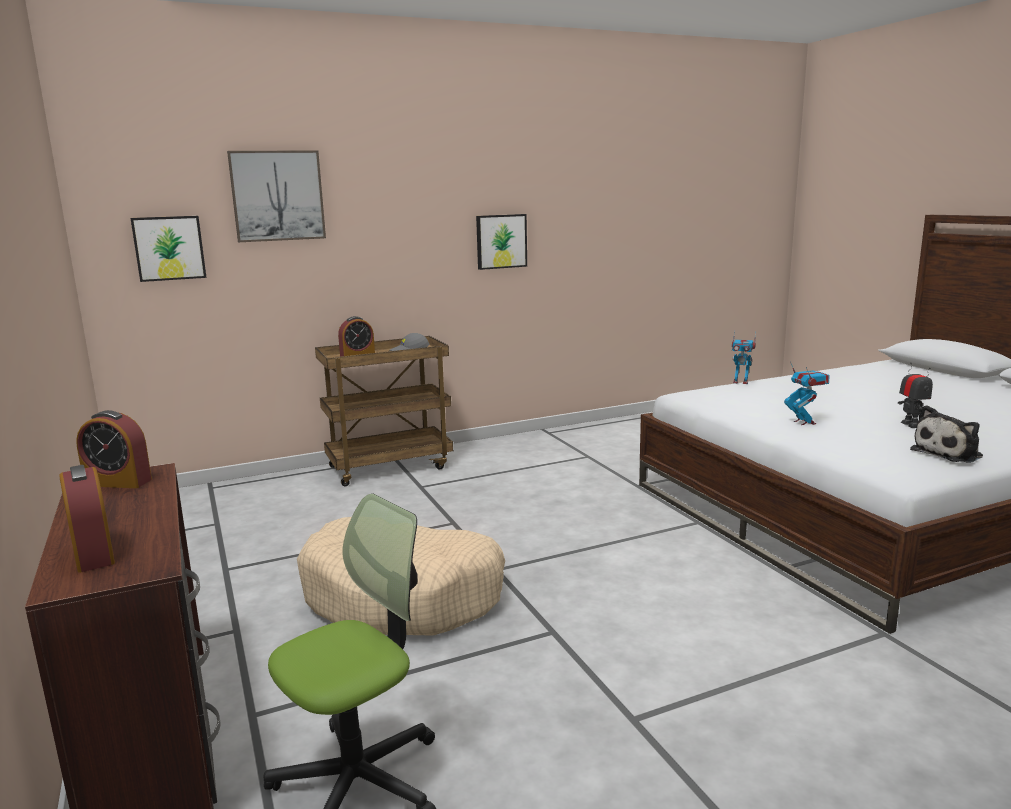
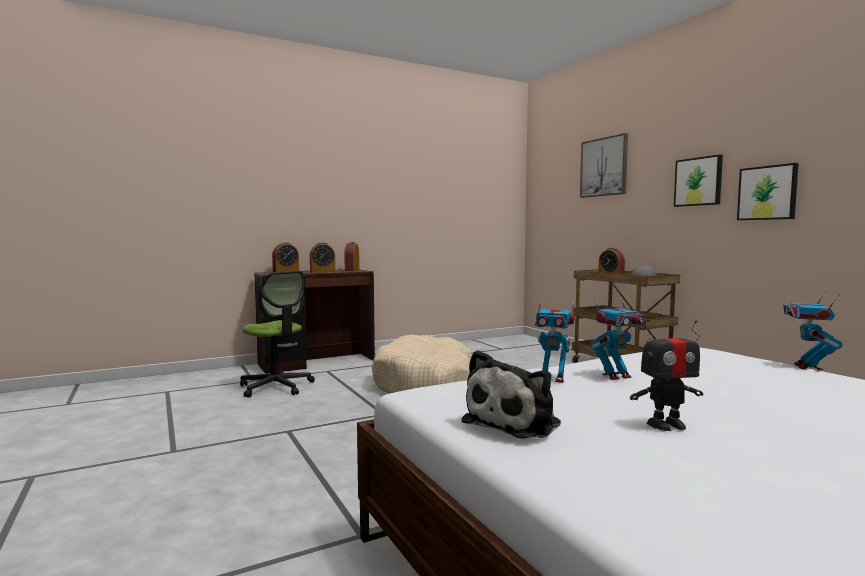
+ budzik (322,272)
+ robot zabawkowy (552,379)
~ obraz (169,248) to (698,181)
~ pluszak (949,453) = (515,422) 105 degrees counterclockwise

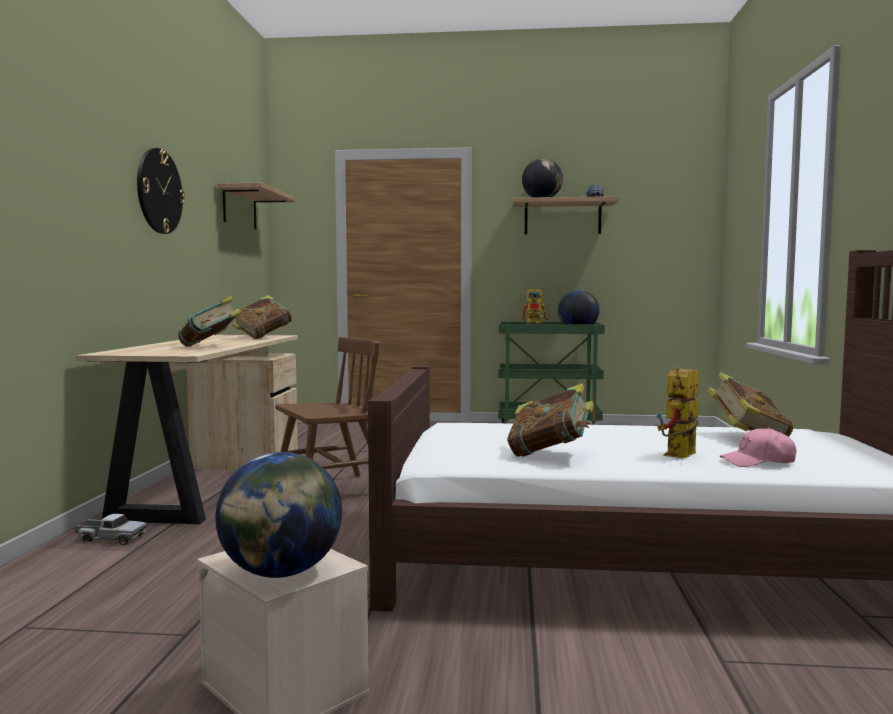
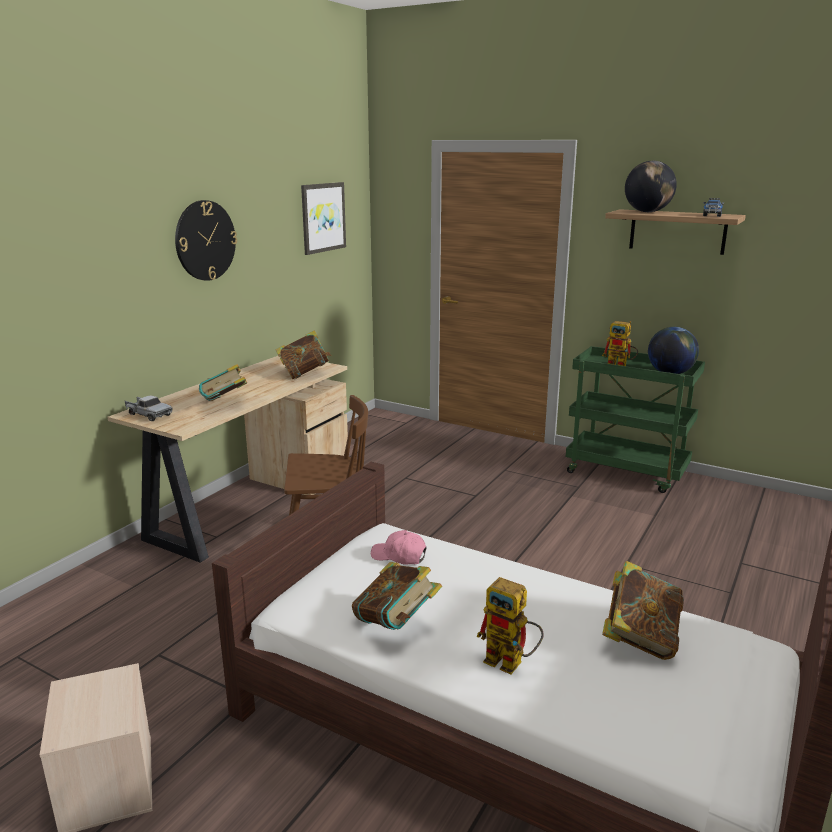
- globus (281,573)
~ ciężarówka zabawkowa (111,539) to (148,414)
~ czapka z daszkiem (różowy) (758,462) to (399,556)
~ półka (239,208) to obraz (322,217)
~ robot zabawkowy (680,456) = (511,663) 120 degrees counterclockwise

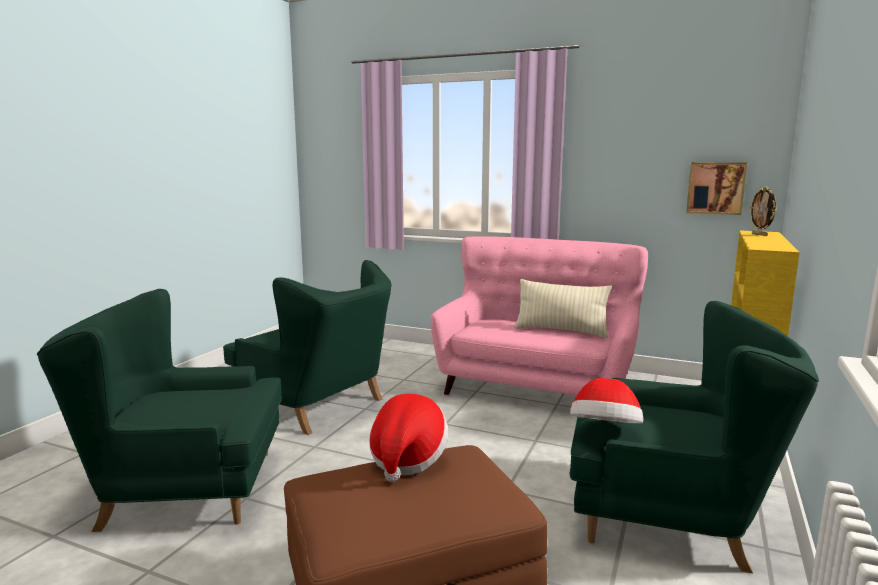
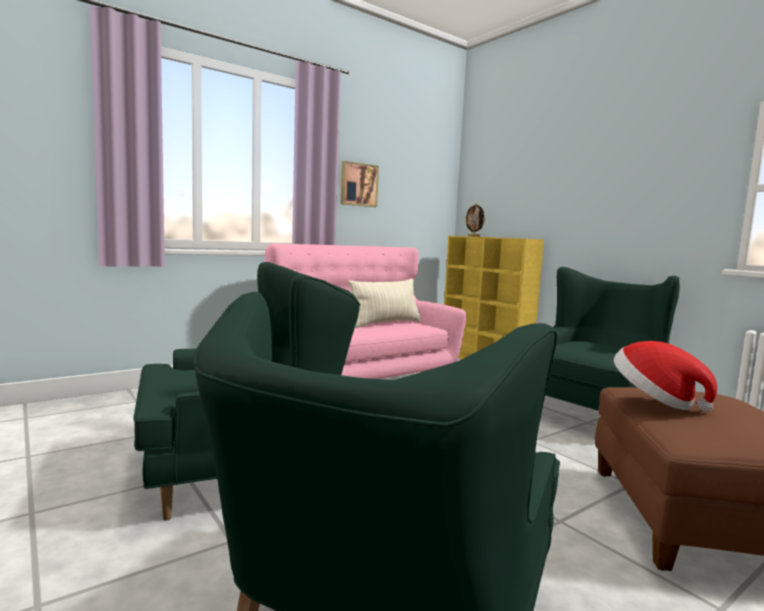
- kapelusz (605,432)
~ obraz (715,188) to (358,184)

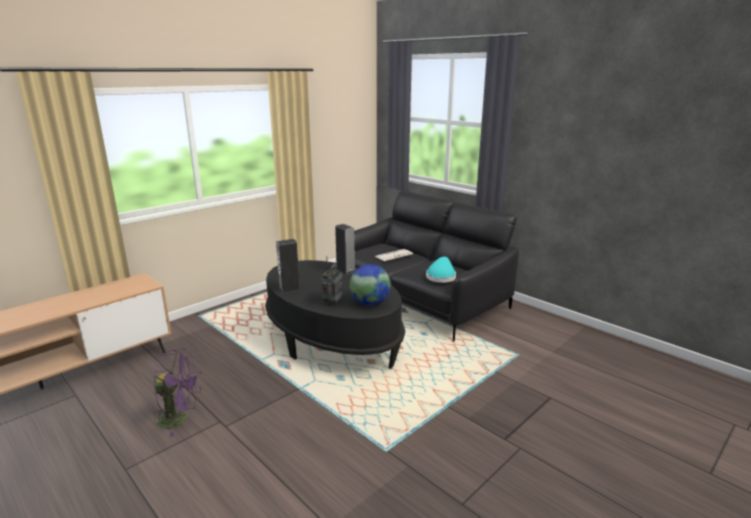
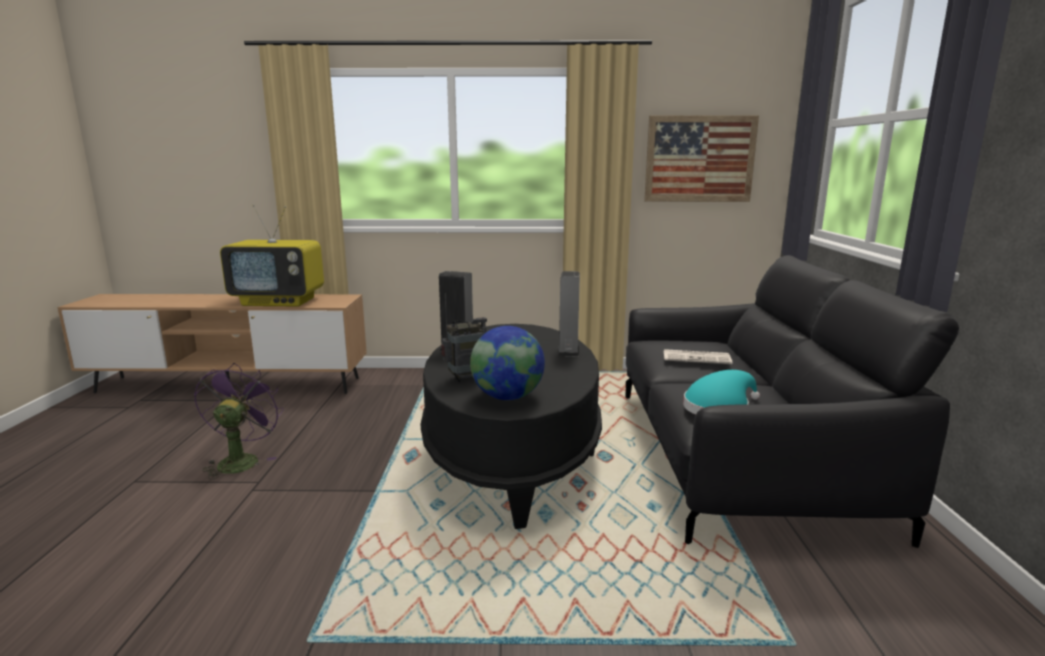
+ telewizor (279,301)
+ obraz (699,159)
~ wentylator (fioletowy) (179,419) = (241,460) 135 degrees counterclockwise

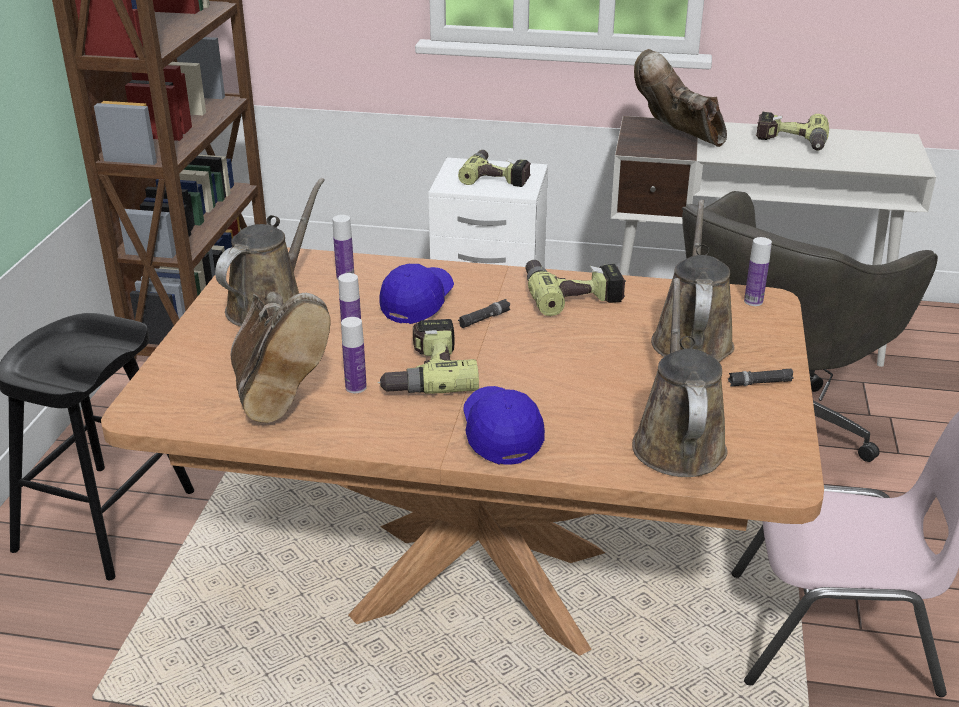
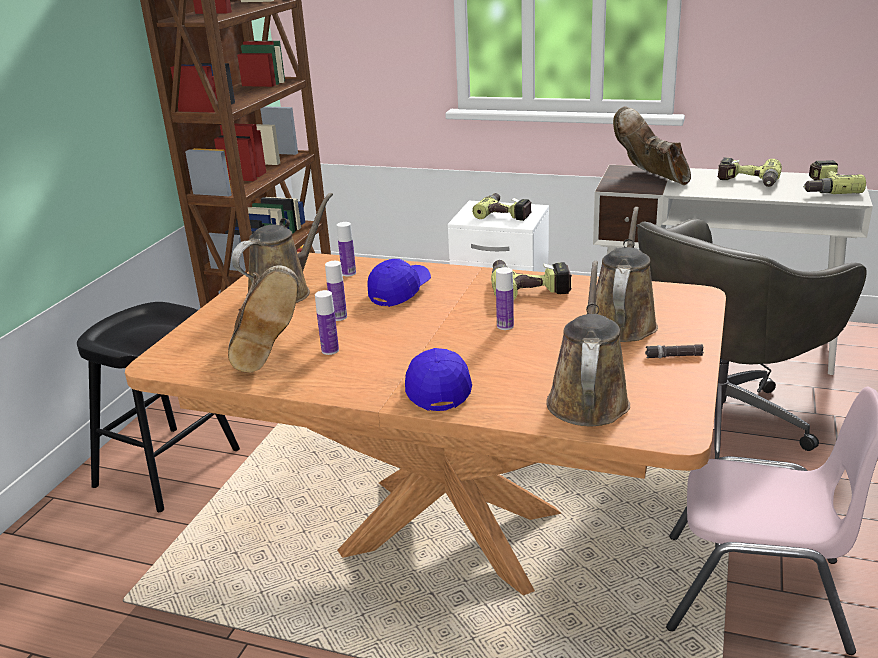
- latarka (czarny) (484,319)
~ wiertarka (425,372) to (823,187)
~ butelka (753,301) to (505,326)

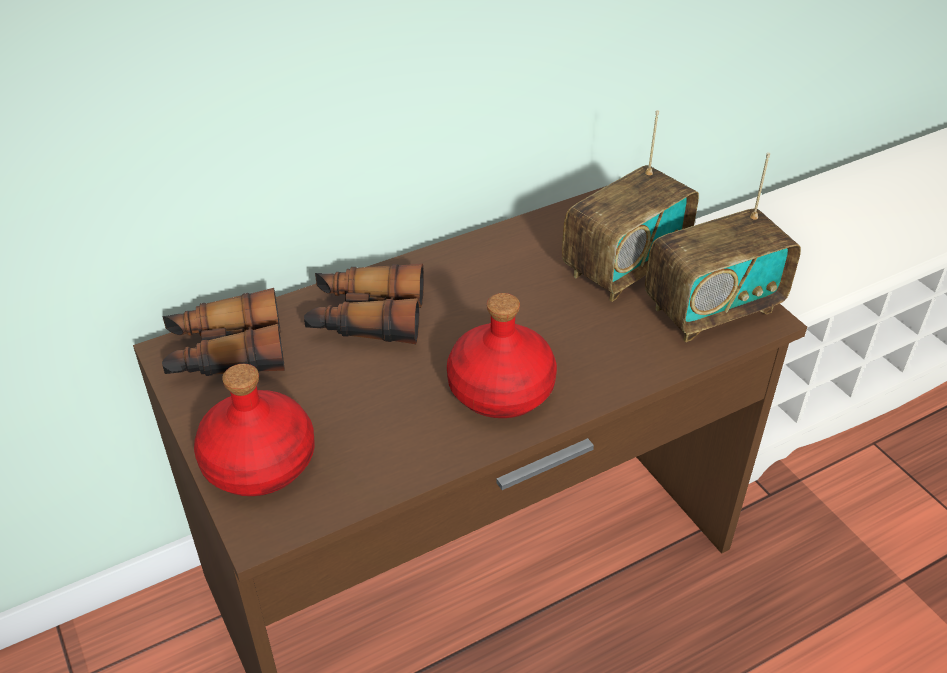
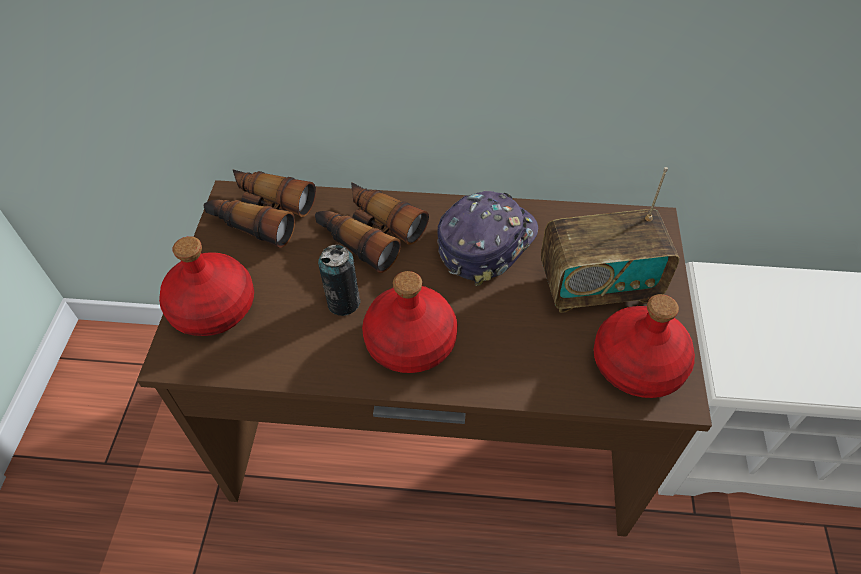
+ puszka (343,302)
+ czapka z daszkiem (486,242)
~ radio (712,309) to butelka (czerwony) (638,363)

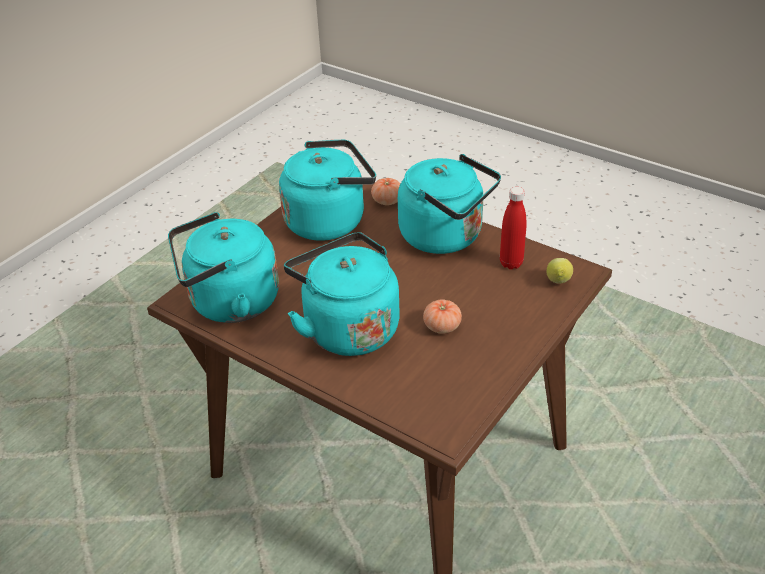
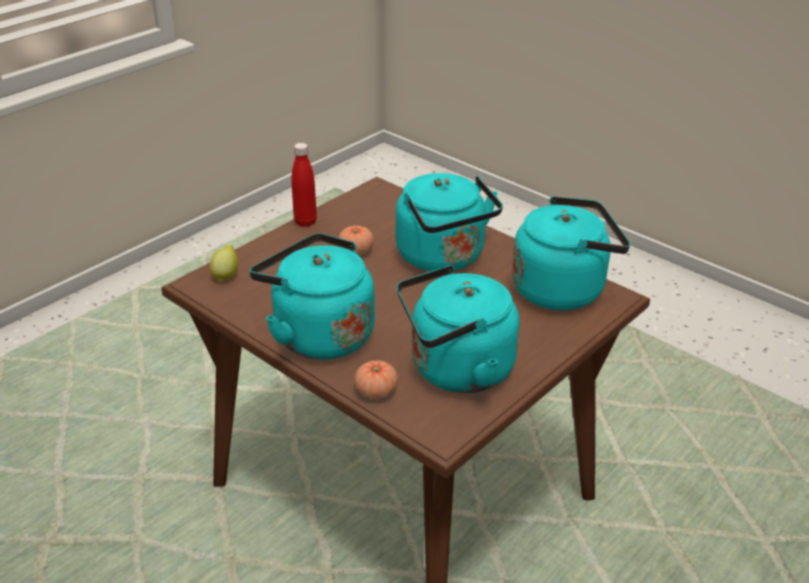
~ butelka (czerwony) (511,263) to (305,222)

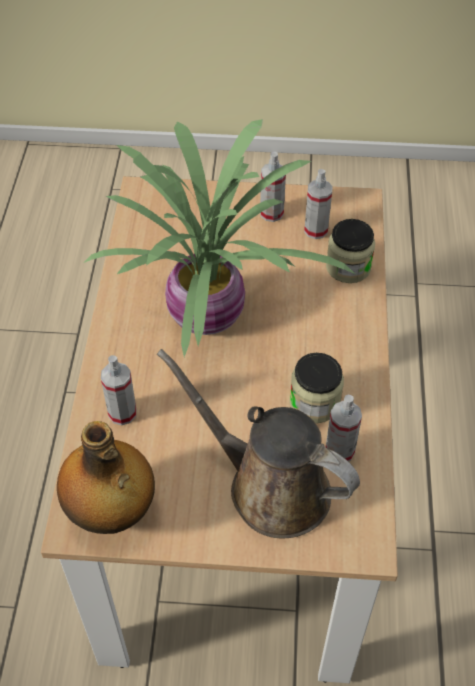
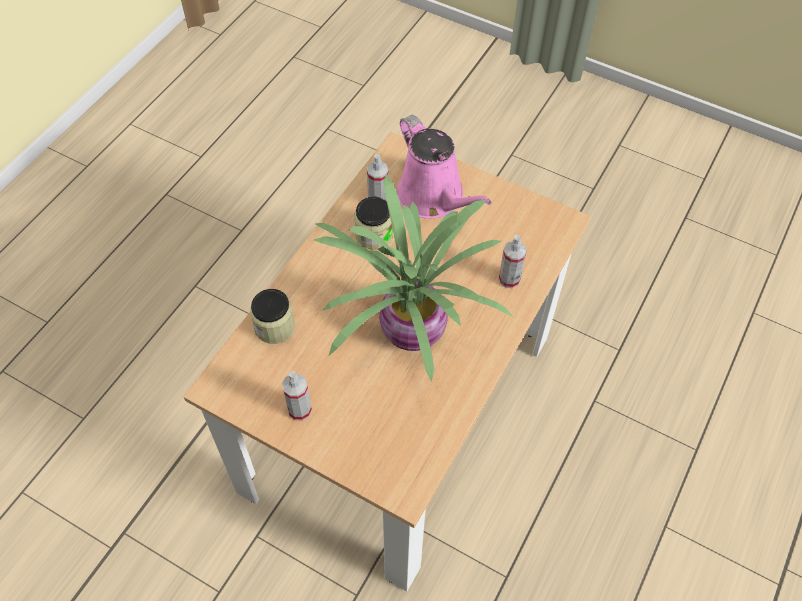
- butelka (111,512)
- spryskiwacz (316,230)
~ konewka (brązowy) (270,486) to konewka (różowy) (434,198)

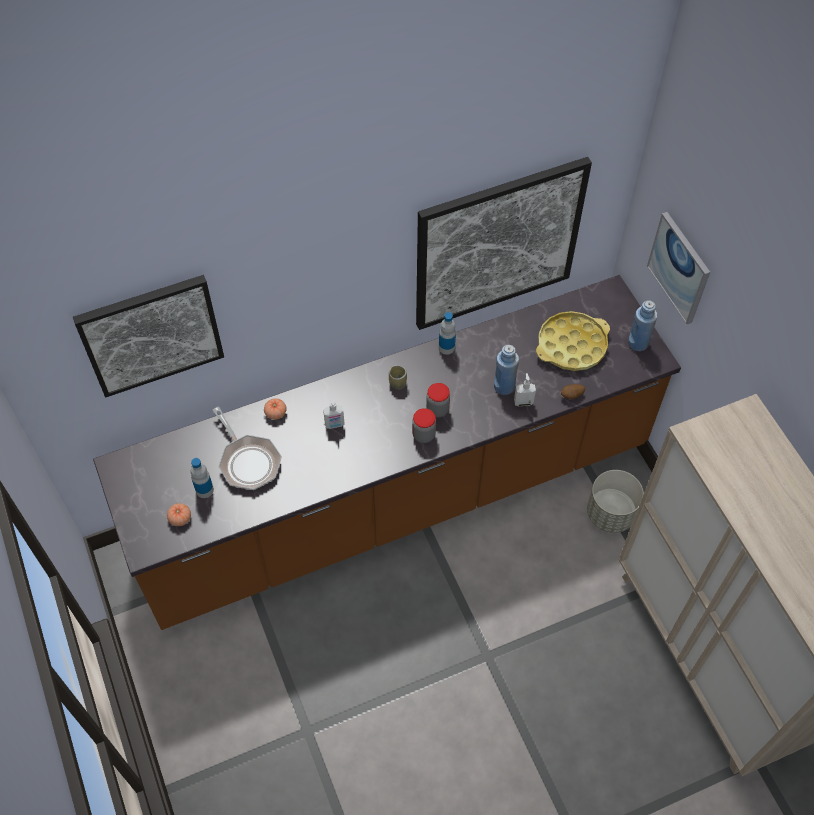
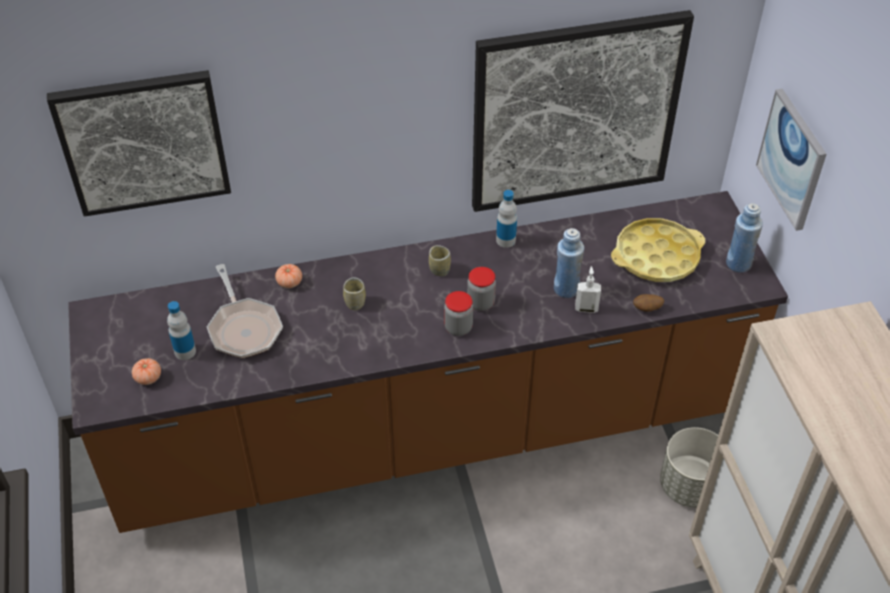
~ dozownik mydła (334,424) to filiżanka (355,303)

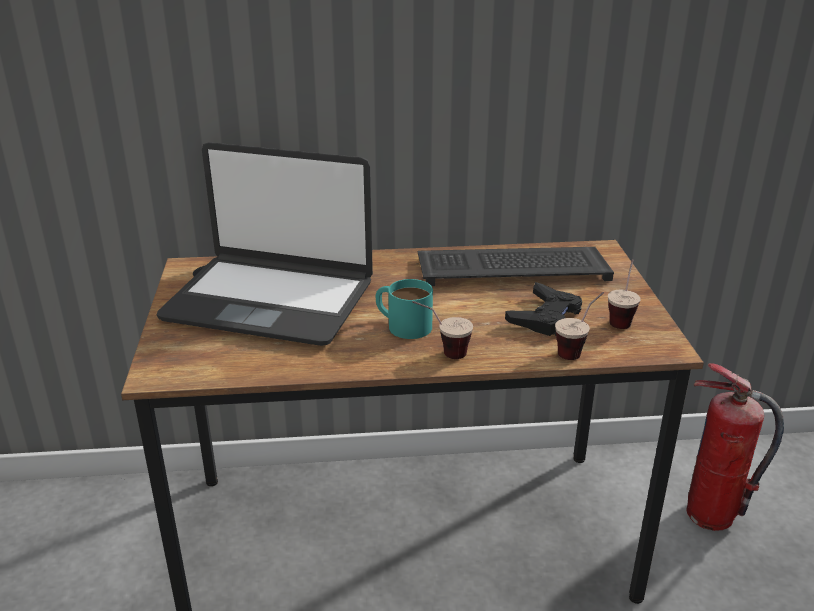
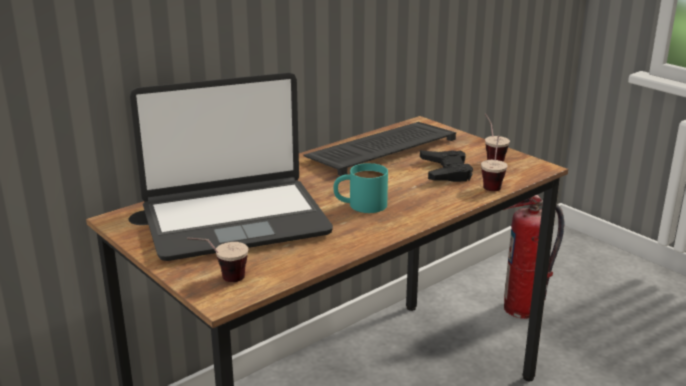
~ filiżanka (441,352) to (220,280)

